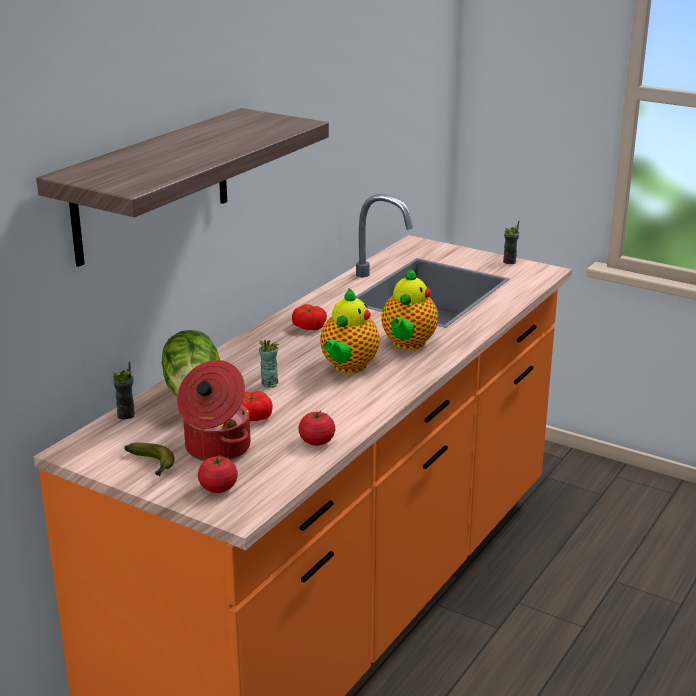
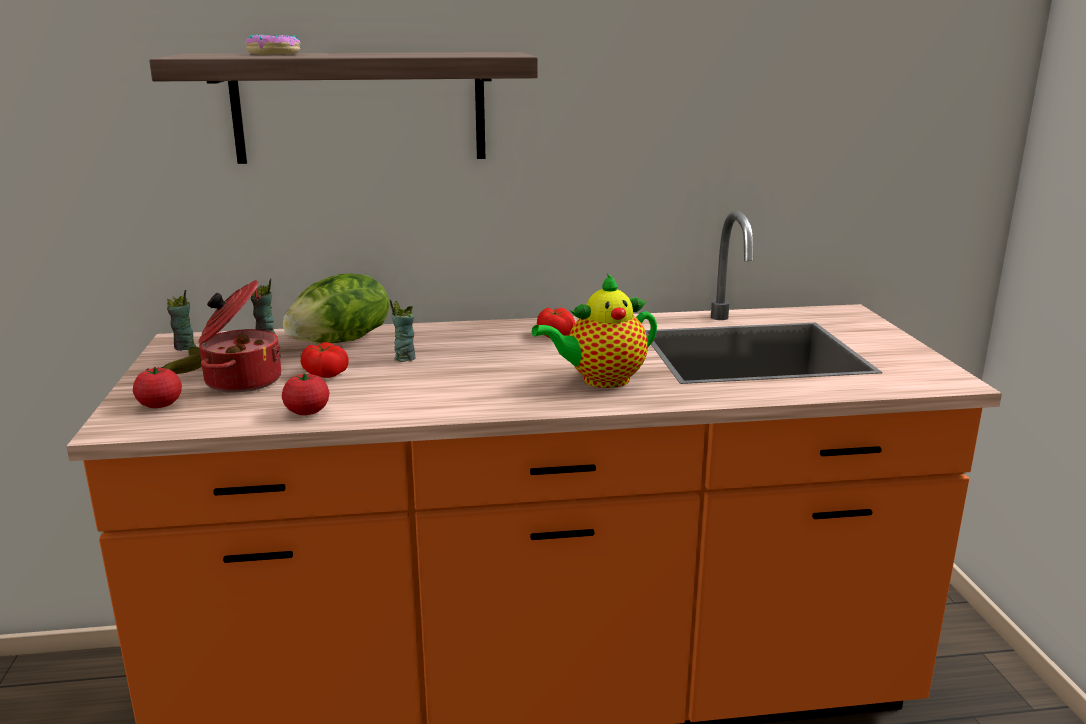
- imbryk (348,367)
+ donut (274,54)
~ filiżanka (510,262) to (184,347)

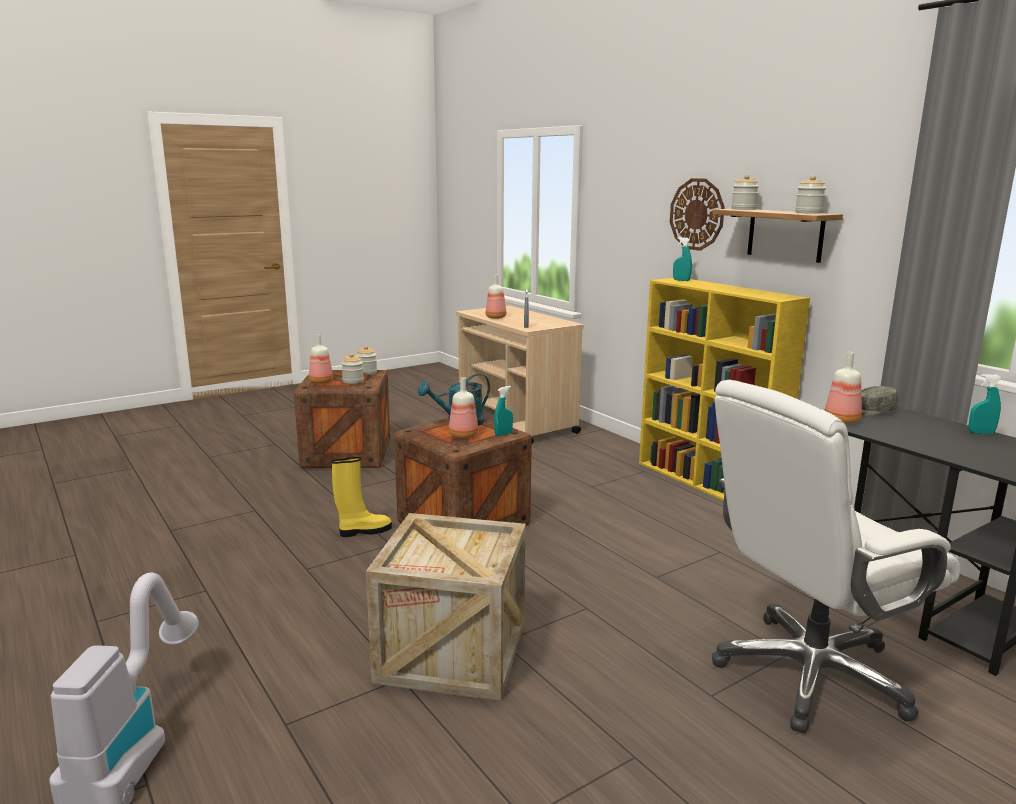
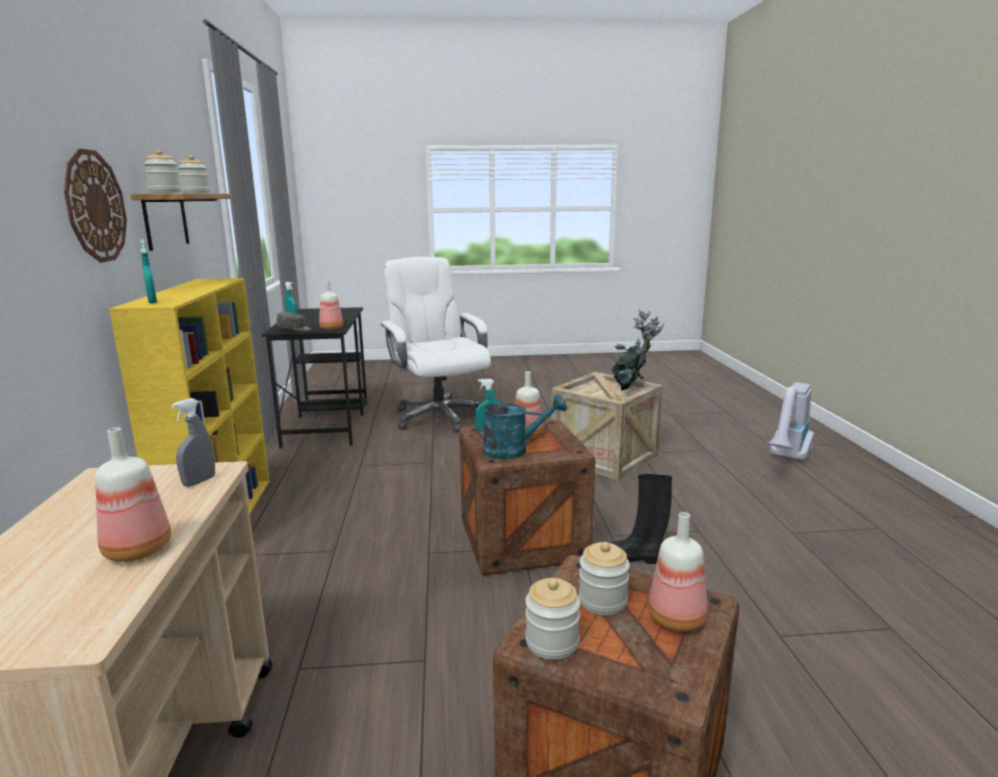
+ roślina doniczkowa (631,390)
~ but z cholewką (żółty) (364,531) to but z cholewką (czarny) (633,558)
~ krzesło biurowe (biały) (810,674) = (438,417) 120 degrees counterclockwise

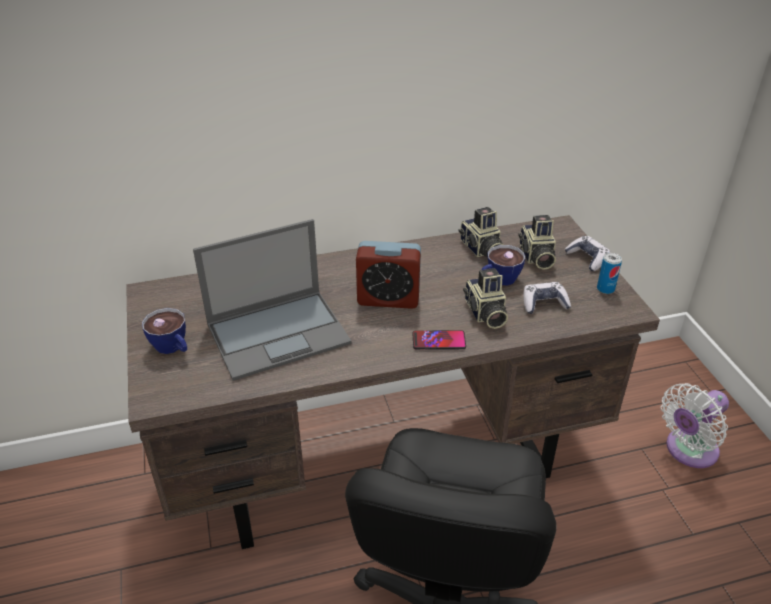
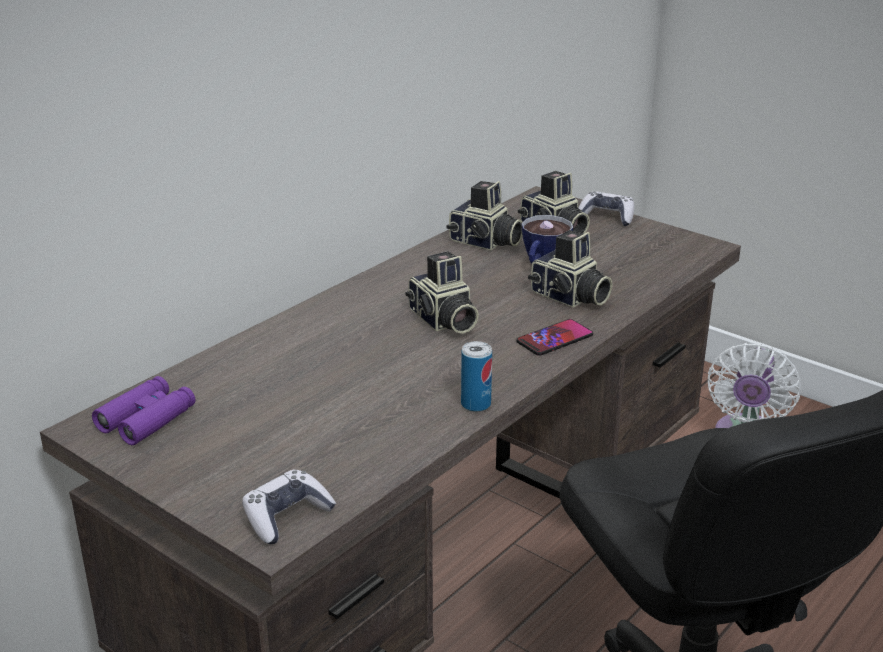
- filiżanka (173,348)
- laptop (279,333)
+ lornetka (fioletowy) (147,419)
~ pad do gier (544,304) to (287,517)
~ puszka (605,289) to (476,404)
~ budzik (388,299) to aparat fotograficzny (442,321)

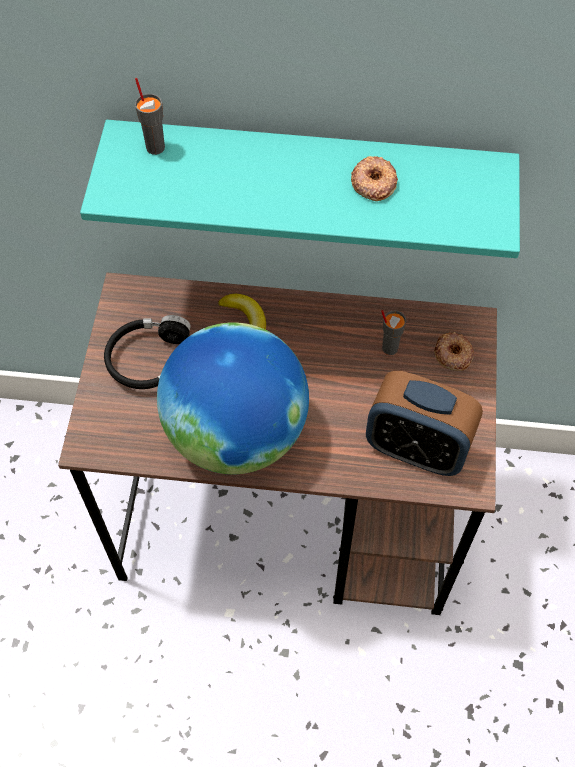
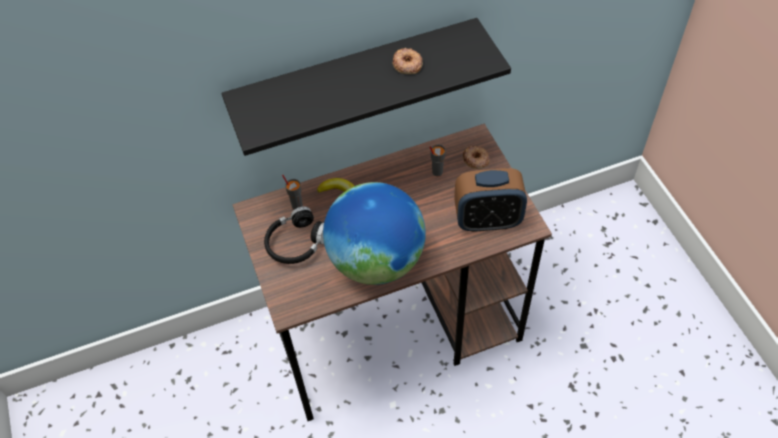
~ filiżanka (szary) (155,147) to (297,205)
~ półka (turkusowy) (309,178) to półka (czarny) (355,82)

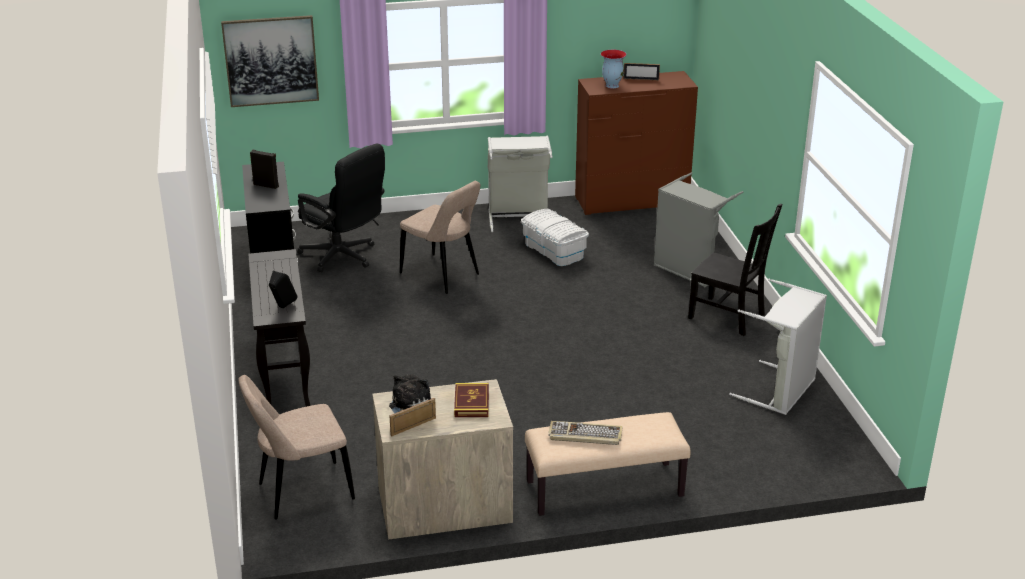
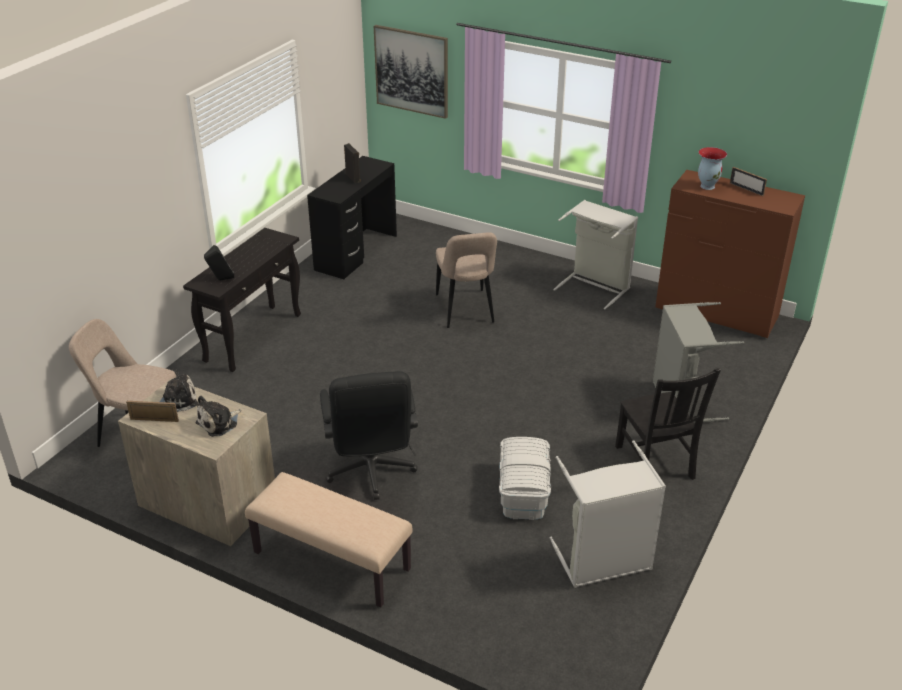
- klawiatura (584,435)
~ krzesło biurowe (czarny) (344,257) to (371,473)
~ pojemnik do przechowywania (biały) (554,250) to (524,492)
~ książka (471,403) to pluszak (219,423)

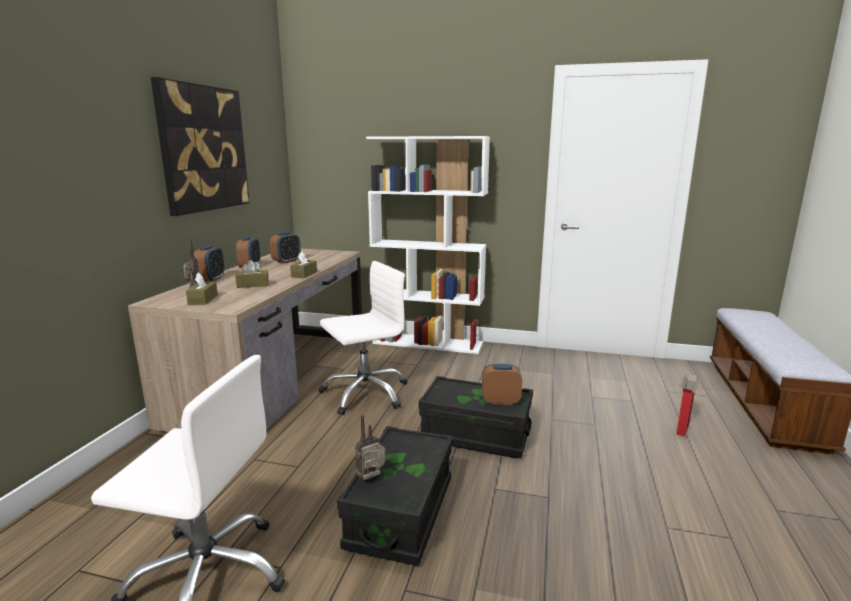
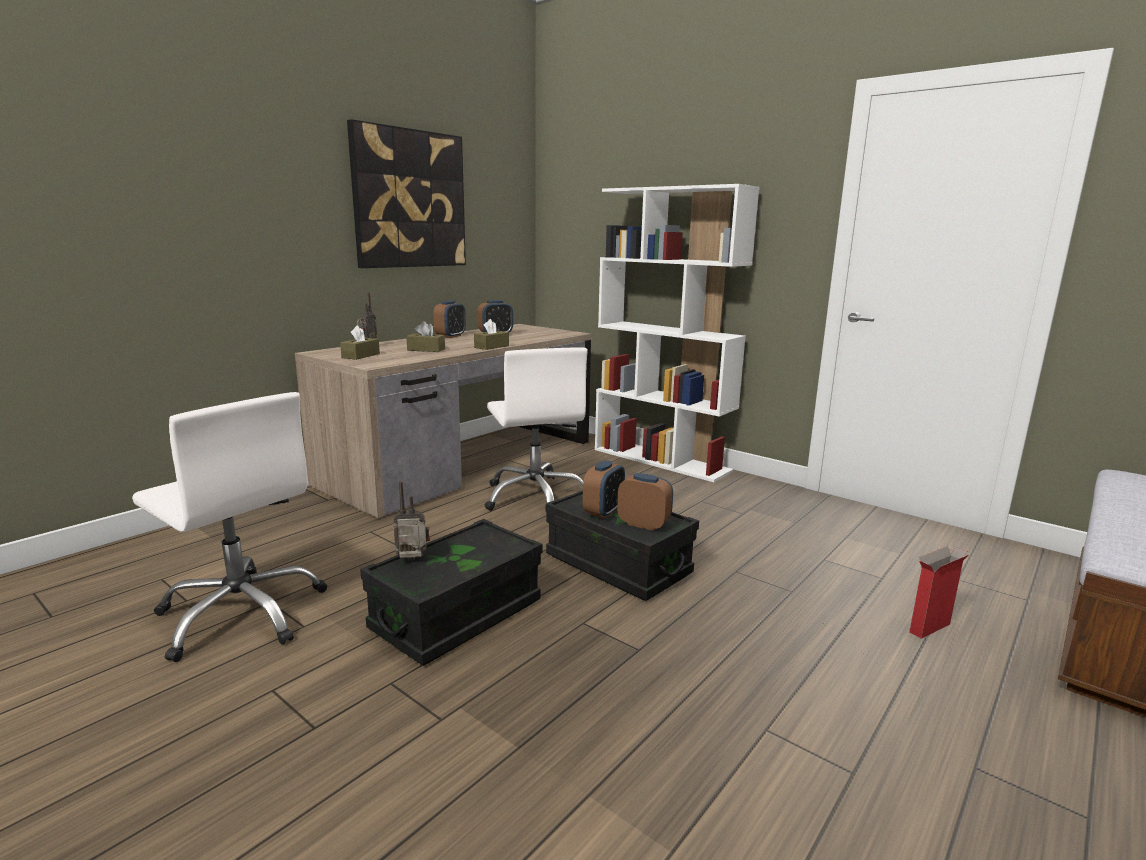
~ budzik (211,279) to (603,511)
~ krzesło biurowe (biały) (365,393) = (536,496) 75 degrees clockwise

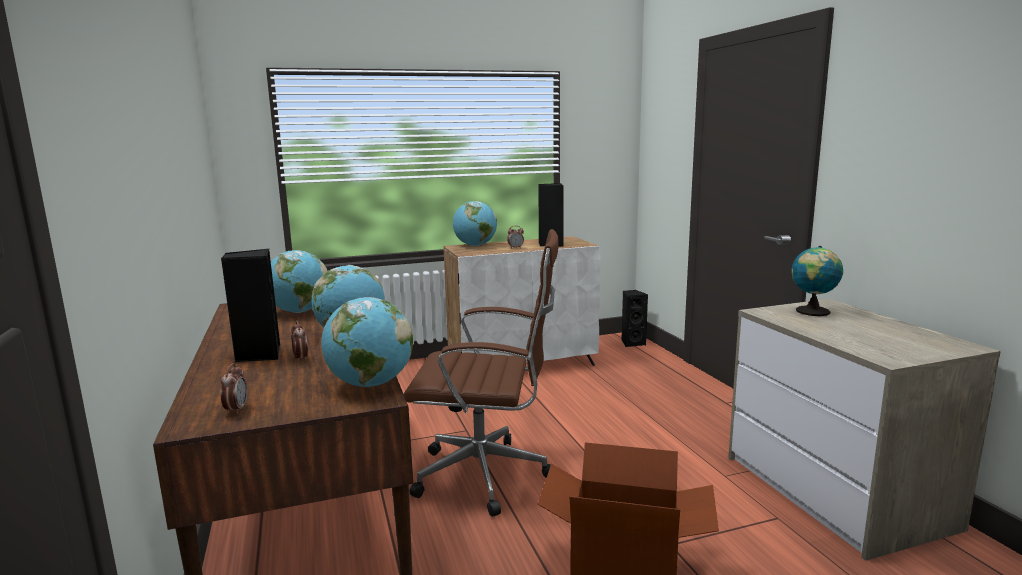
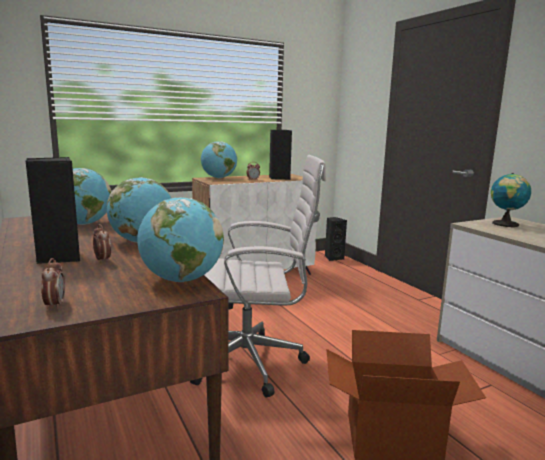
~ krzesło biurowe (brązowy) (489,476) to krzesło biurowe (biały) (253,363)

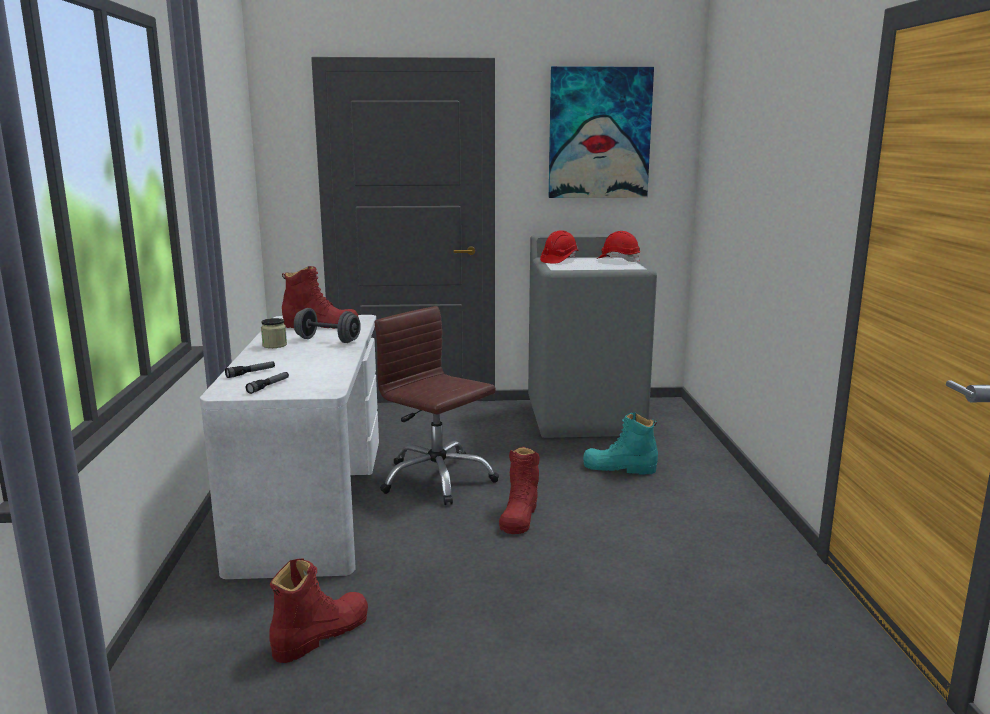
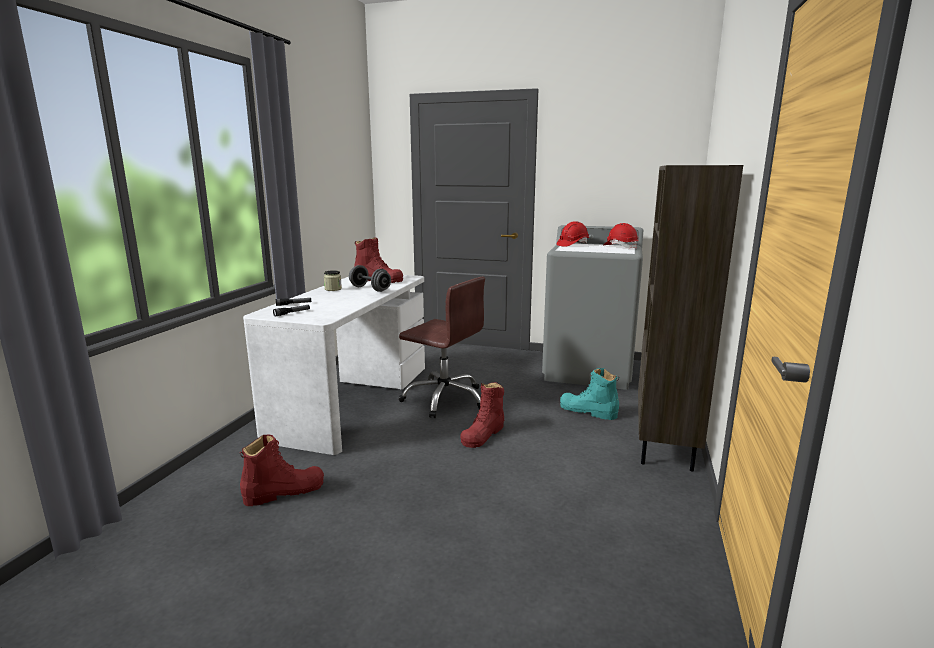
- obraz (599,133)
+ regał (brązowy) (666,444)
~ krzesło biurowe (brązowy) (437,479) = (445,399) 150 degrees clockwise

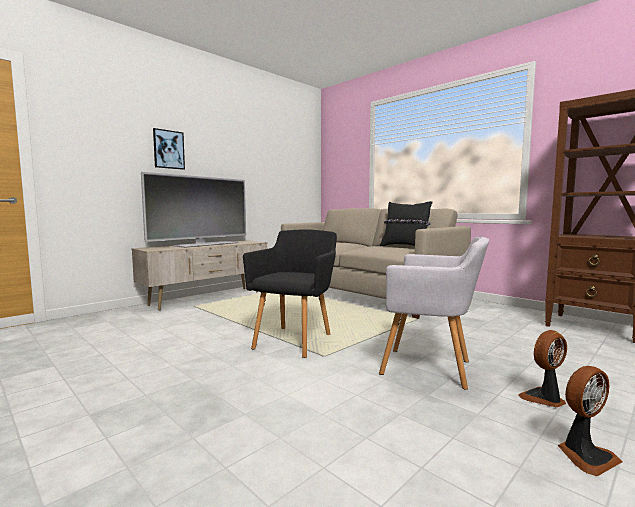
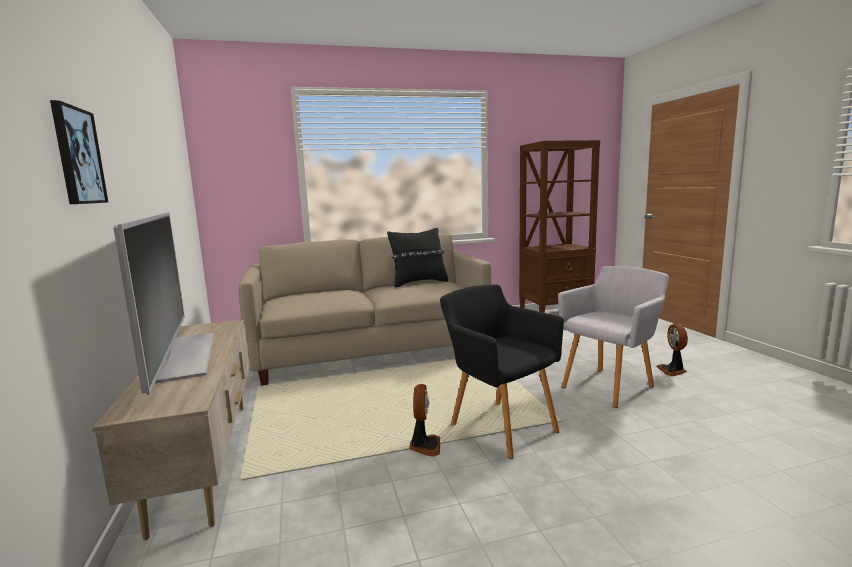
~ wentylator (585,456) to (424,446)

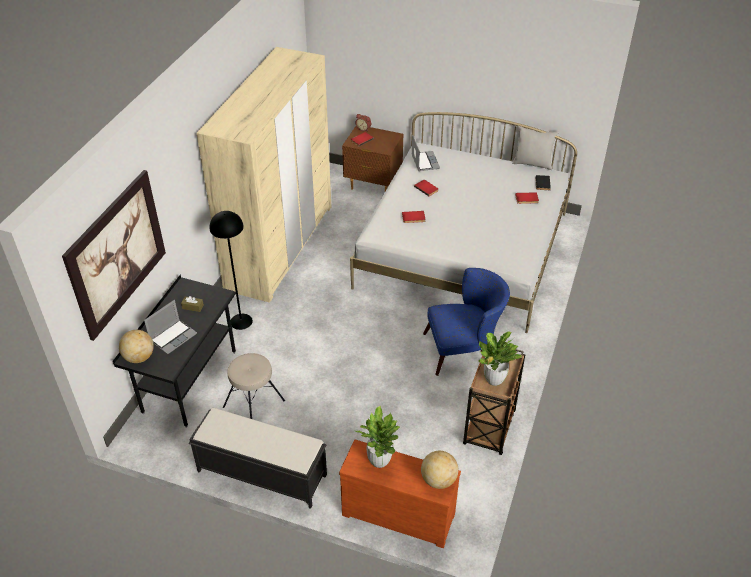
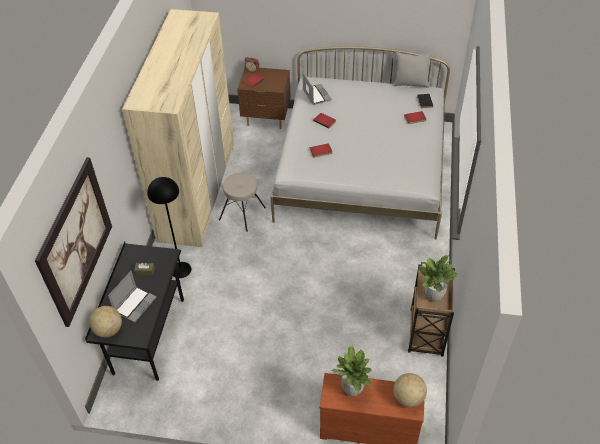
- ławka (czarny) (261,473)
- fotel (niebieski) (463,350)
~ stołek (beżowy) (254,404) to (243,213)

